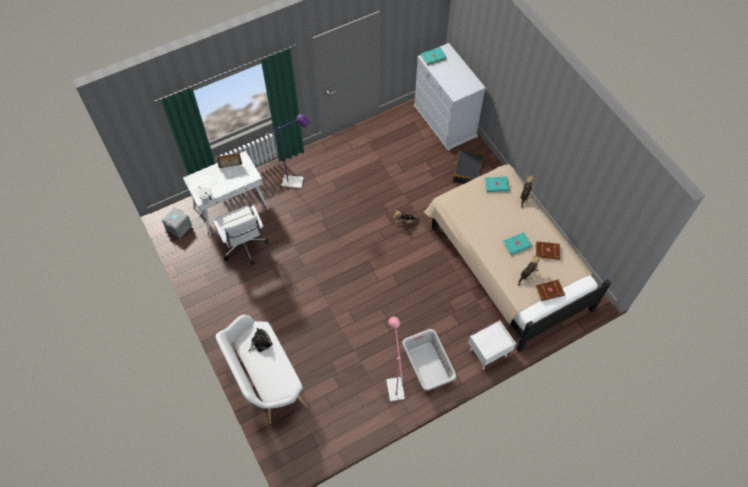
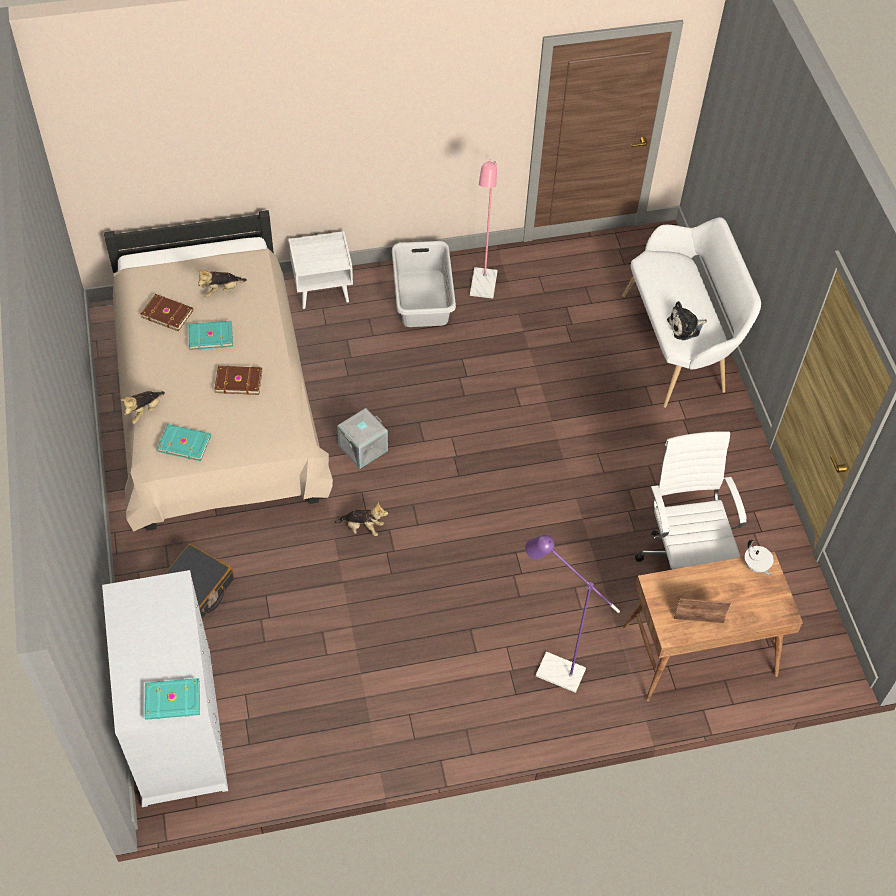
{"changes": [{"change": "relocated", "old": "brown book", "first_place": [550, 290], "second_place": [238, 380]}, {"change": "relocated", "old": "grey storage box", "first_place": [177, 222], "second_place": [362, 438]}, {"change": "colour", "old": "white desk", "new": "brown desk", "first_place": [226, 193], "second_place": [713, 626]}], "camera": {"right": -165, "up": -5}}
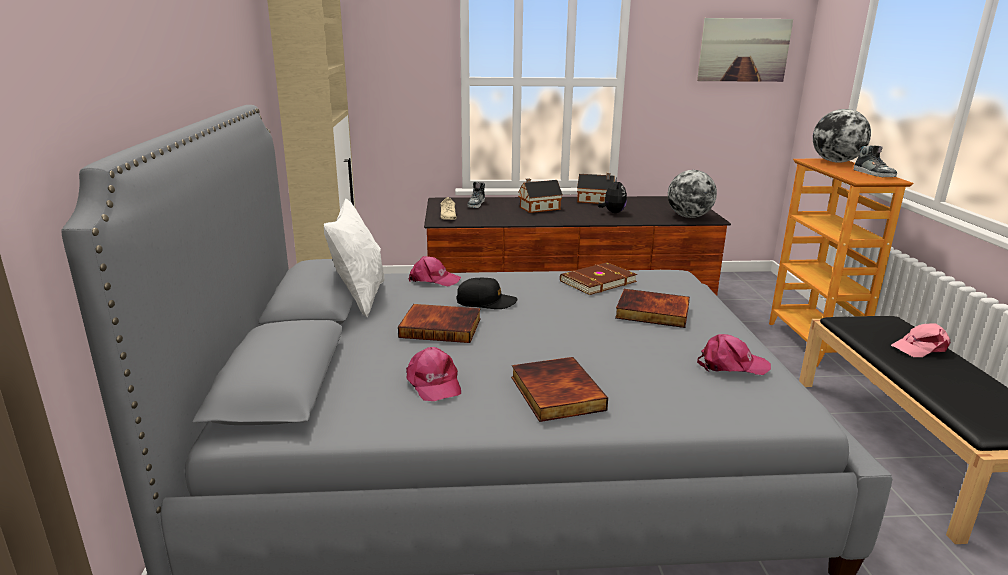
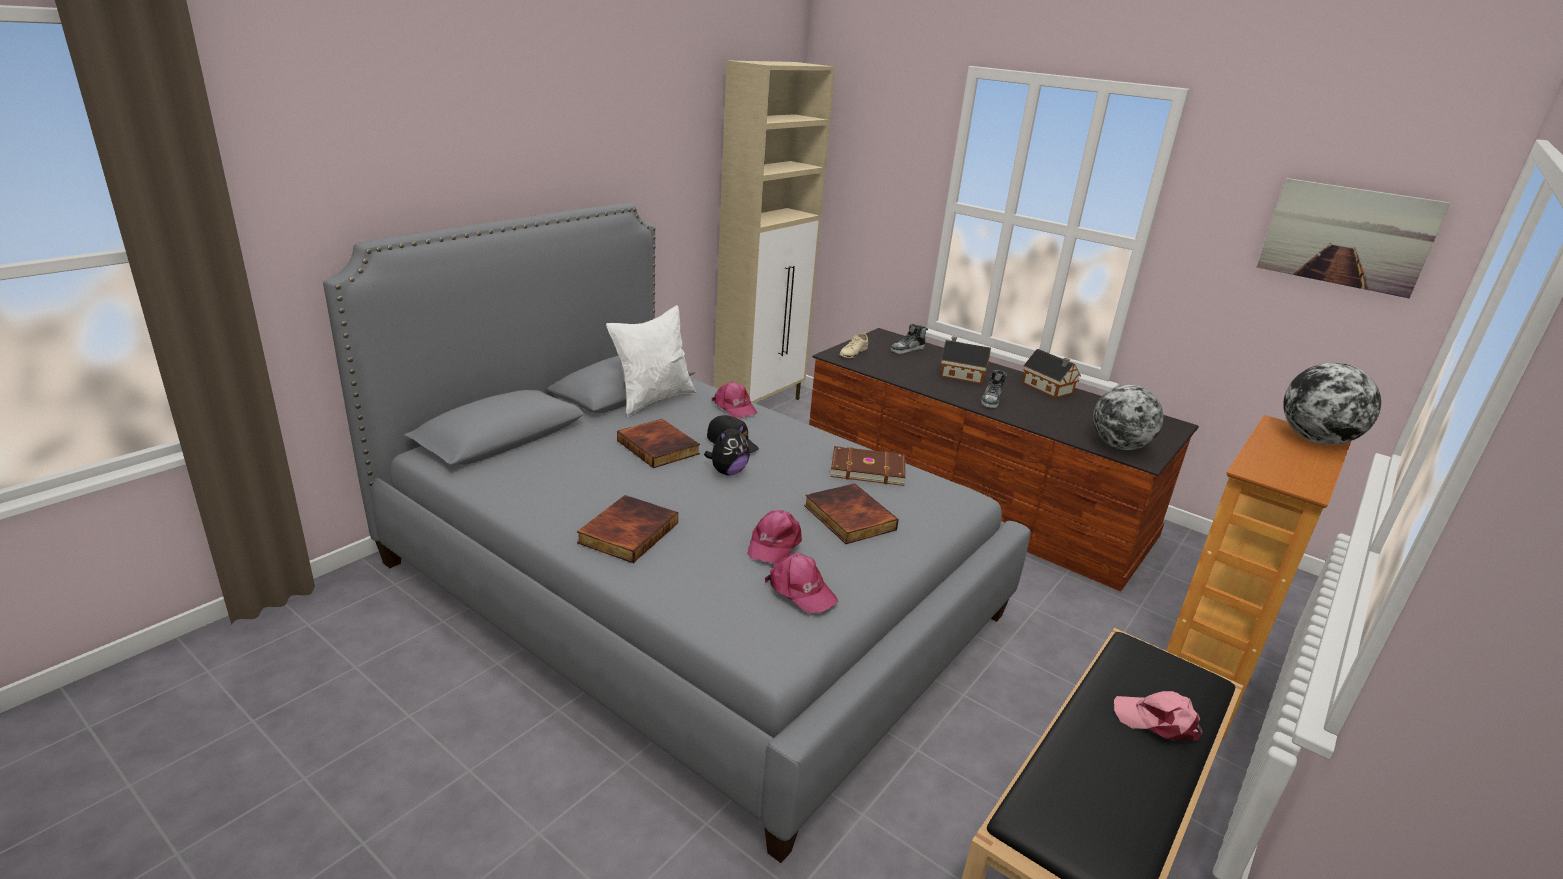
{"changes": [{"change": "relocated", "old": "plush toy", "first_place": [612, 195], "second_place": [727, 449]}, {"change": "relocated", "old": "pink cap", "first_place": [433, 374], "second_place": [774, 537]}, {"change": "relocated", "old": "shoe", "first_place": [875, 161], "second_place": [994, 389]}], "camera": {"right": 40, "up": 5}}
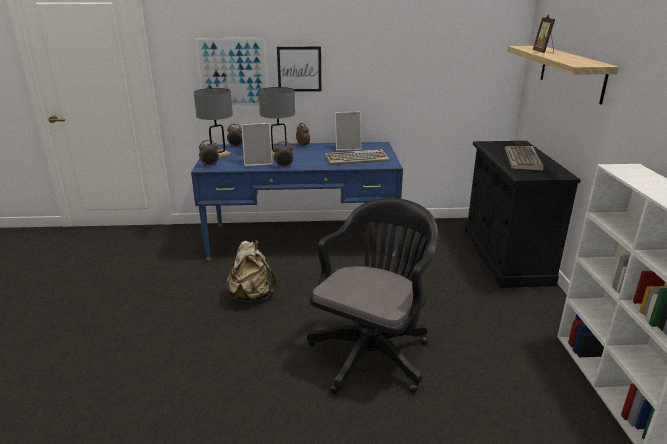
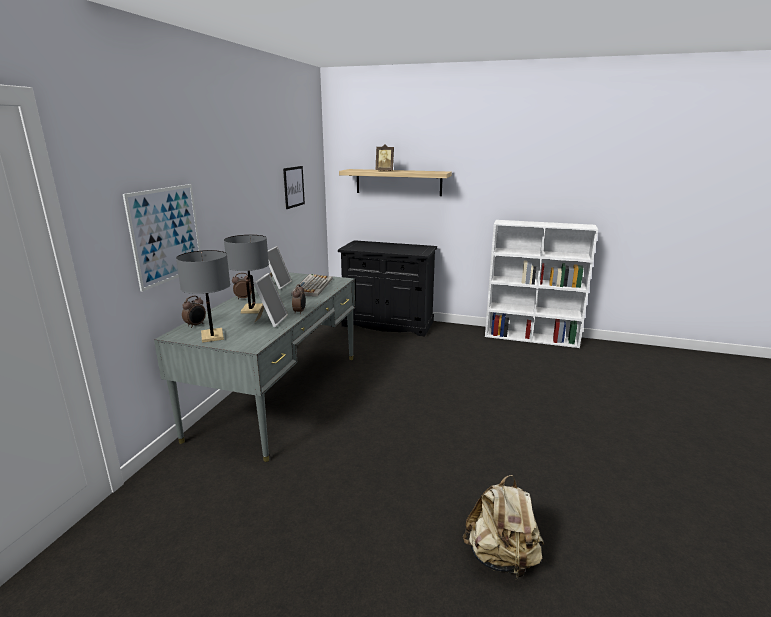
{"changes": [{"change": "colour", "old": "blue desk", "new": "grey desk", "first_place": [297, 201], "second_place": [254, 367]}, {"change": "relocated", "old": "picture", "first_place": [299, 69], "second_place": [294, 187]}, {"change": "relocated", "old": "beige backpack", "first_place": [252, 271], "second_place": [503, 527]}, {"change": "missing", "old": "alarm clock", "first_place": [209, 153]}, {"change": "missing", "old": "black office chair", "first_place": [372, 296]}, {"change": "missing", "old": "keyboard", "first_place": [524, 158]}], "camera": {"right": -70, "up": -5}}
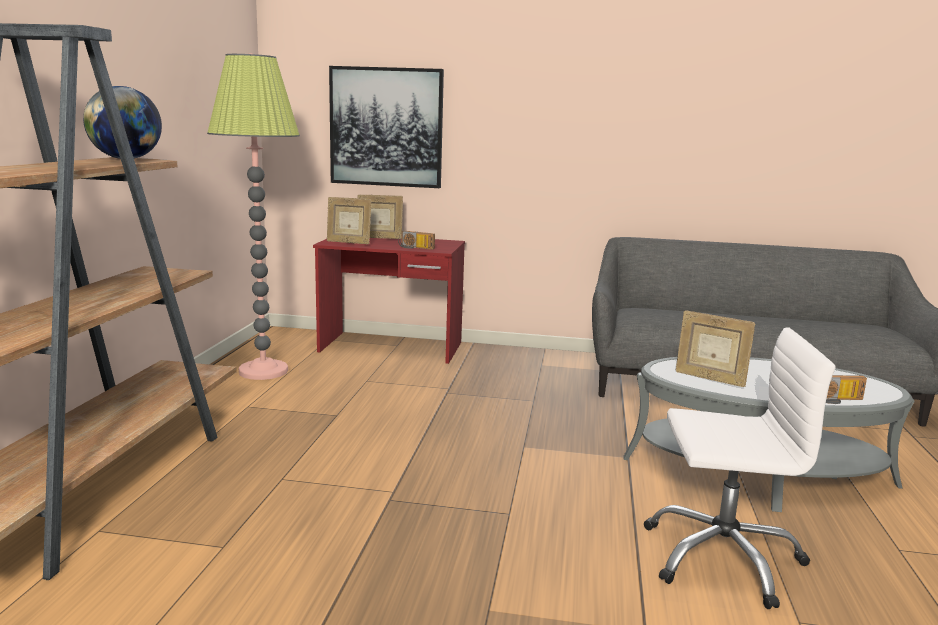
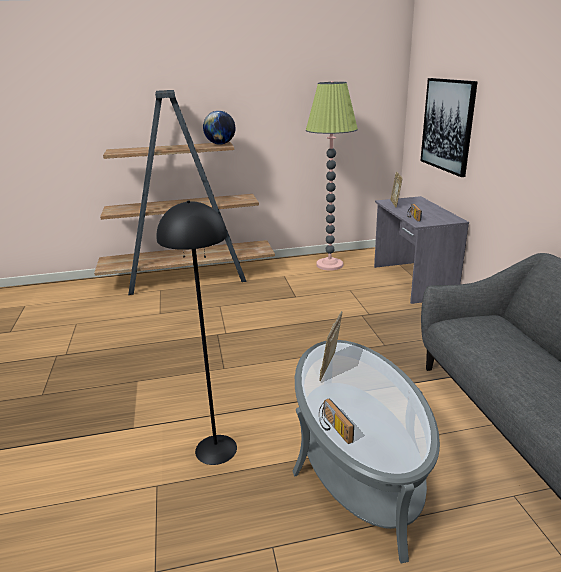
{"changes": [{"change": "exchanged", "old": "white office chair", "new": "black floor lamp", "first_place": [740, 468], "second_place": [196, 332]}, {"change": "colour", "old": "red desk", "new": "grey desk", "first_place": [389, 301], "second_place": [421, 250]}, {"change": "missing", "old": "picture frame", "first_place": [380, 217]}], "camera": {"right": 70, "up": 10}}
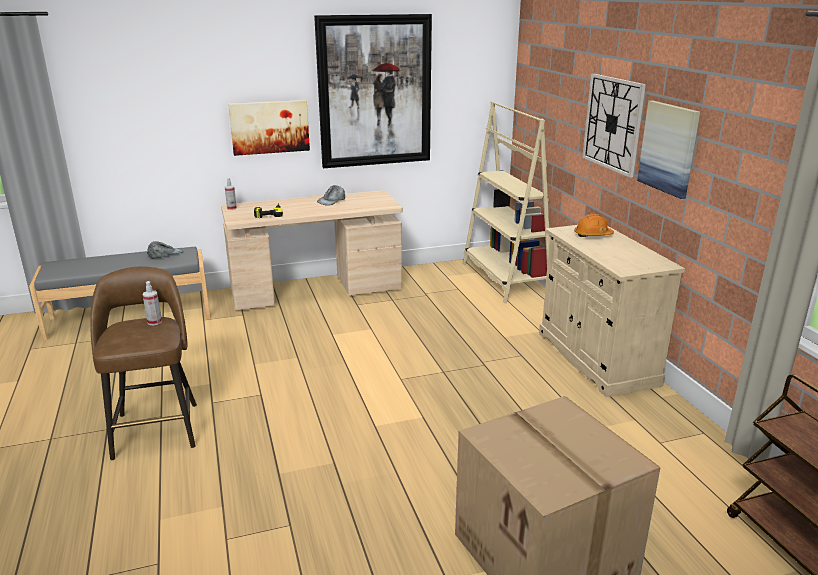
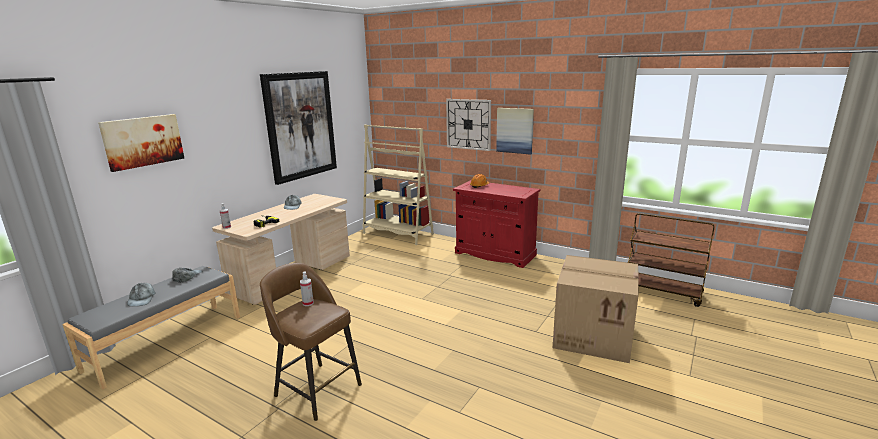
{"changes": [{"change": "relocated", "old": "picture", "first_place": [269, 128], "second_place": [141, 143]}, {"change": "appeared", "new": "grey cap", "second_place": [141, 295]}, {"change": "colour", "old": "beige cabinet", "new": "red cabinet", "first_place": [612, 311], "second_place": [496, 224]}], "camera": {"right": -40, "up": -5}}
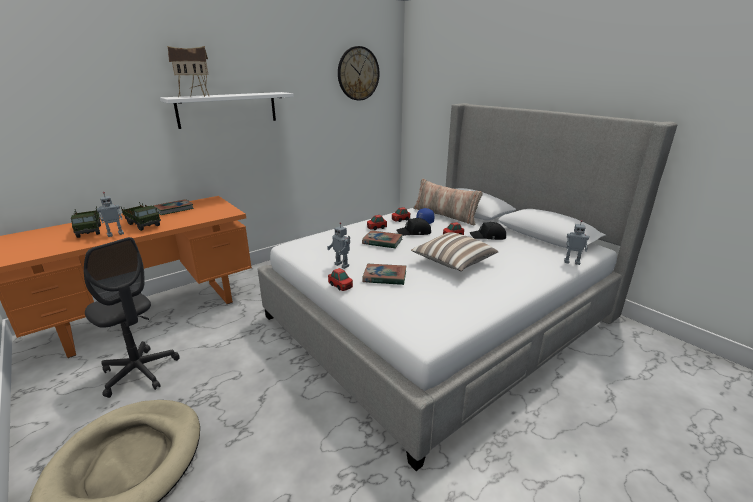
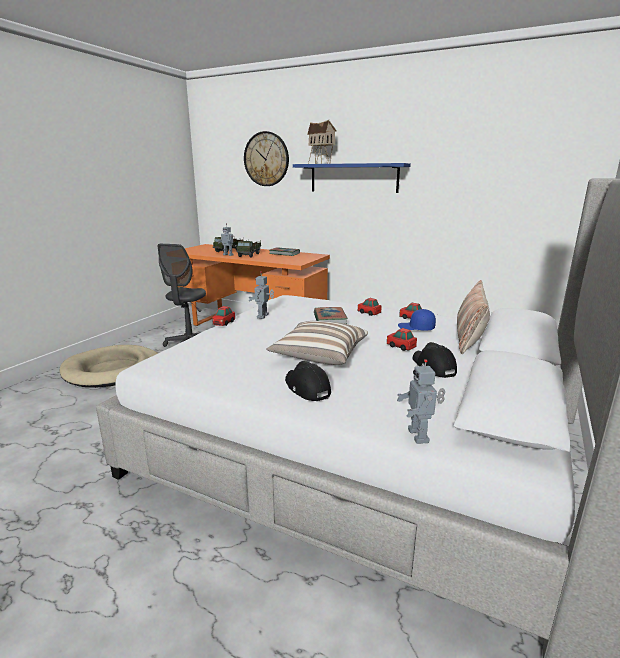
{"changes": [{"change": "relocated", "old": "wall clock", "first_place": [358, 73], "second_place": [266, 158]}, {"change": "relocated", "old": "black cap", "first_place": [413, 227], "second_place": [308, 381]}, {"change": "colour", "old": "white shelf", "new": "blue shelf", "first_place": [227, 110], "second_place": [352, 178]}, {"change": "missing", "old": "book", "first_place": [384, 274]}], "camera": {"right": 65, "up": -5}}
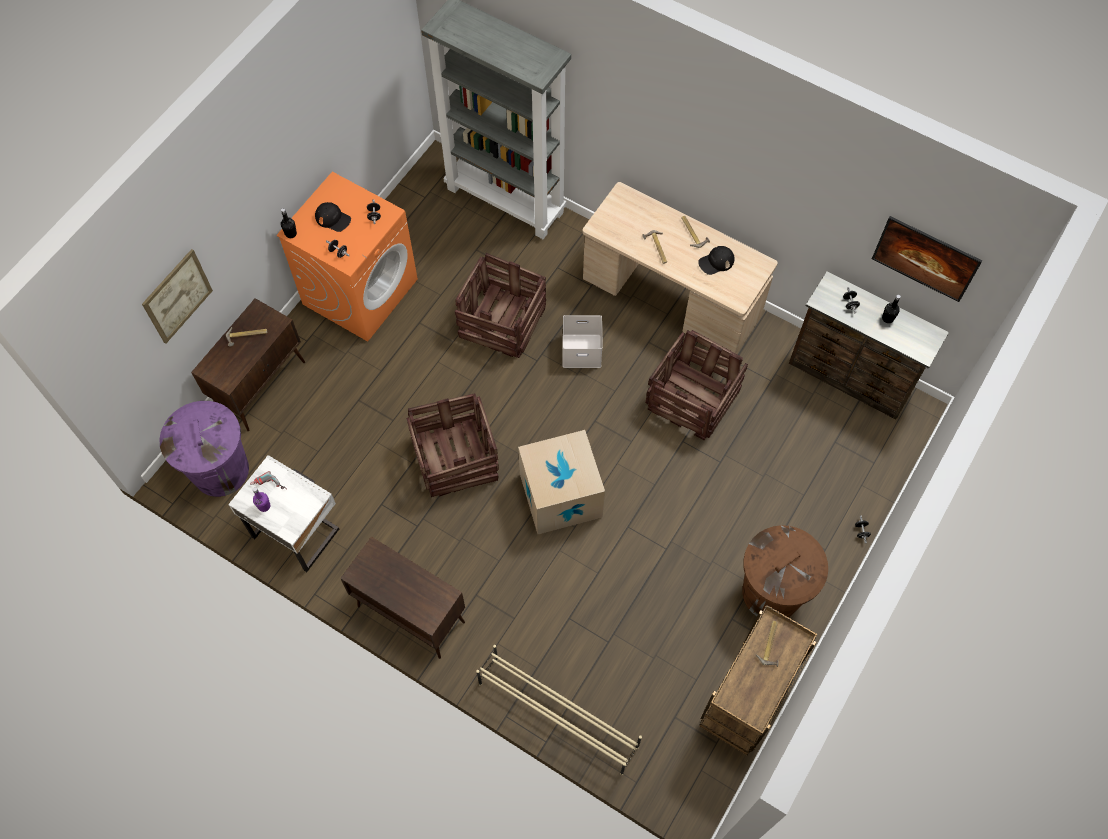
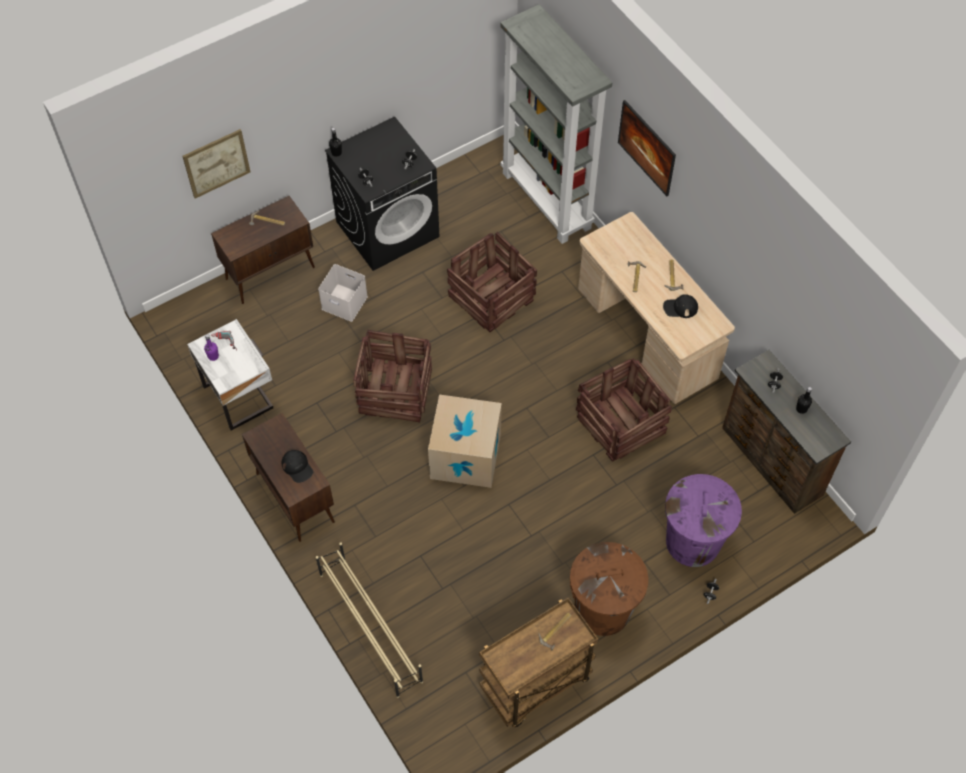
{"changes": [{"change": "relocated", "old": "black cap", "first_place": [333, 217], "second_place": [297, 466]}, {"change": "relocated", "old": "white storage box", "first_place": [583, 341], "second_place": [343, 293]}, {"change": "colour", "old": "orange washing machine", "new": "black washing machine", "first_place": [347, 256], "second_place": [382, 194]}, {"change": "relocated", "old": "picture", "first_place": [927, 259], "second_place": [647, 148]}, {"change": "relocated", "old": "purple trash can", "first_place": [204, 449], "second_place": [703, 520]}], "camera": {"right": 25, "up": -5}}
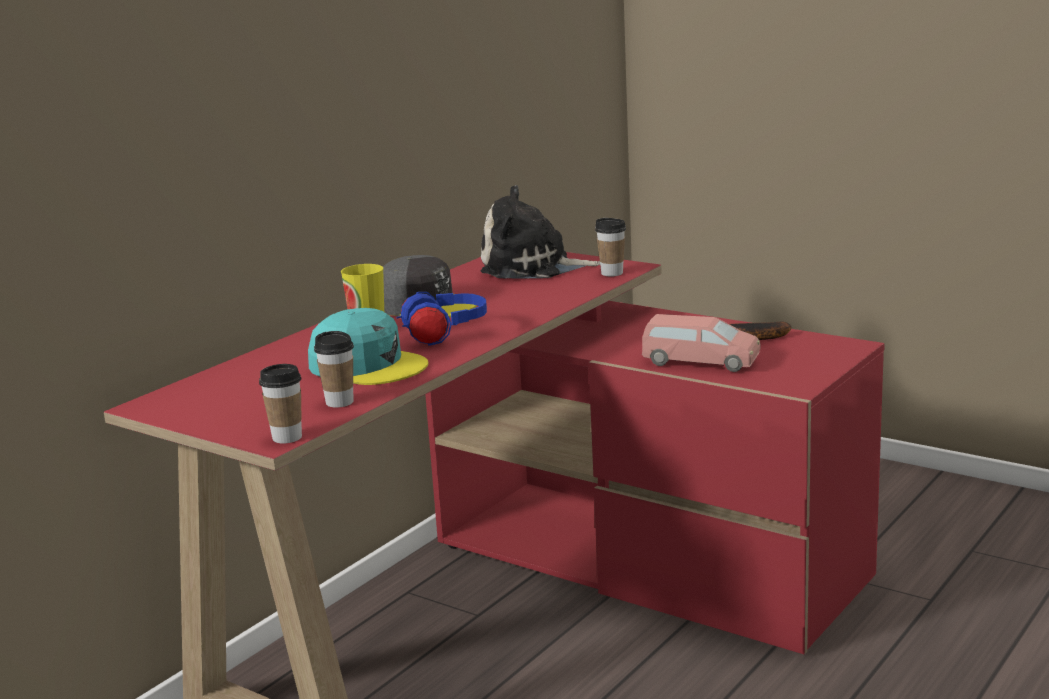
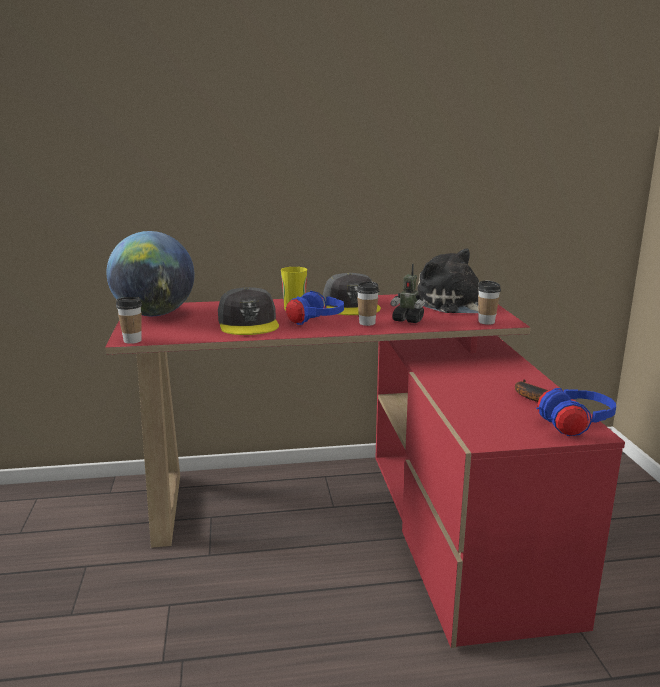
{"changes": [{"change": "appeared", "new": "globe", "second_place": [150, 273]}, {"change": "colour", "old": "turquoise cap", "new": "grey cap", "first_place": [368, 346], "second_place": [248, 311]}, {"change": "relocated", "old": "cup", "first_place": [334, 369], "second_place": [368, 303]}, {"change": "appeared", "new": "toy robot", "second_place": [408, 293]}, {"change": "appeared", "new": "blue headphones", "second_place": [576, 412]}, {"change": "missing", "old": "pink toy car", "first_place": [701, 343]}], "camera": {"right": 45, "up": 0}}
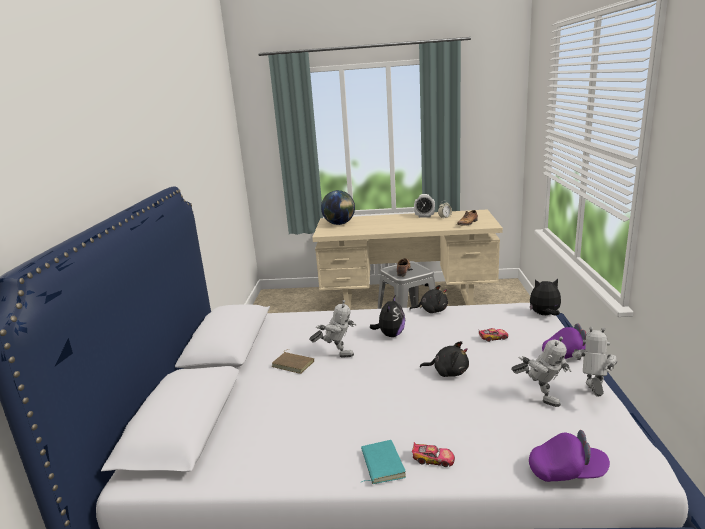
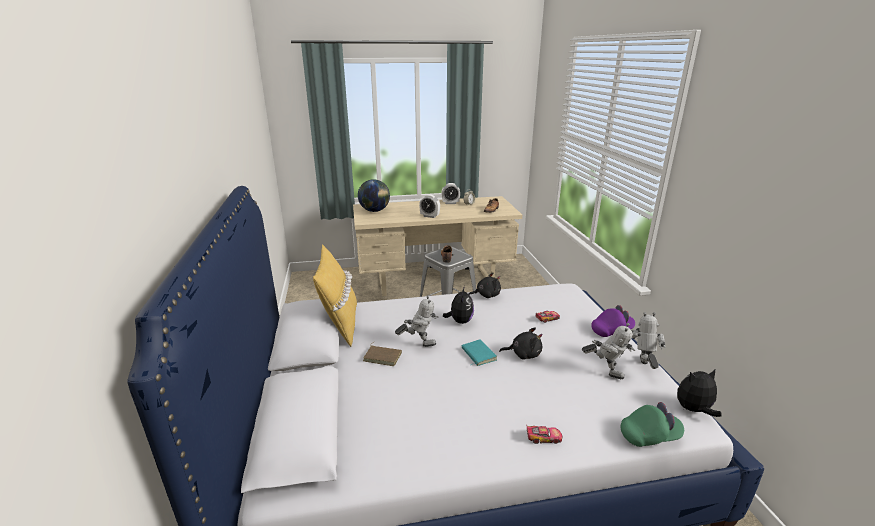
{"changes": [{"change": "appeared", "new": "yellow pillow", "second_place": [335, 295]}, {"change": "appeared", "new": "alarm clock", "second_place": [429, 206]}, {"change": "relocated", "old": "turquoise book", "first_place": [383, 462], "second_place": [479, 352]}, {"change": "colour", "old": "purple cap", "new": "green cap", "first_place": [569, 456], "second_place": [652, 424]}, {"change": "relocated", "old": "plush toy", "first_place": [545, 297], "second_place": [699, 393]}], "camera": {"right": -15, "up": 5}}
